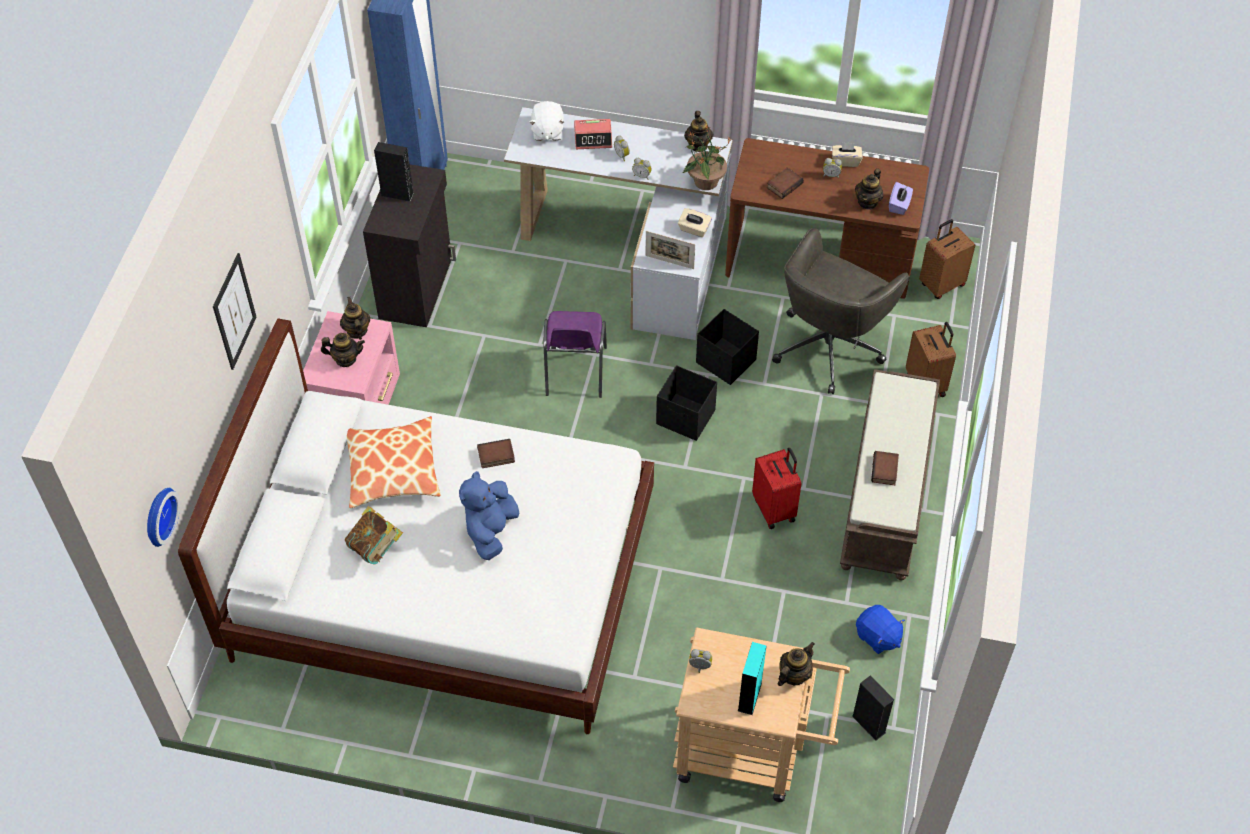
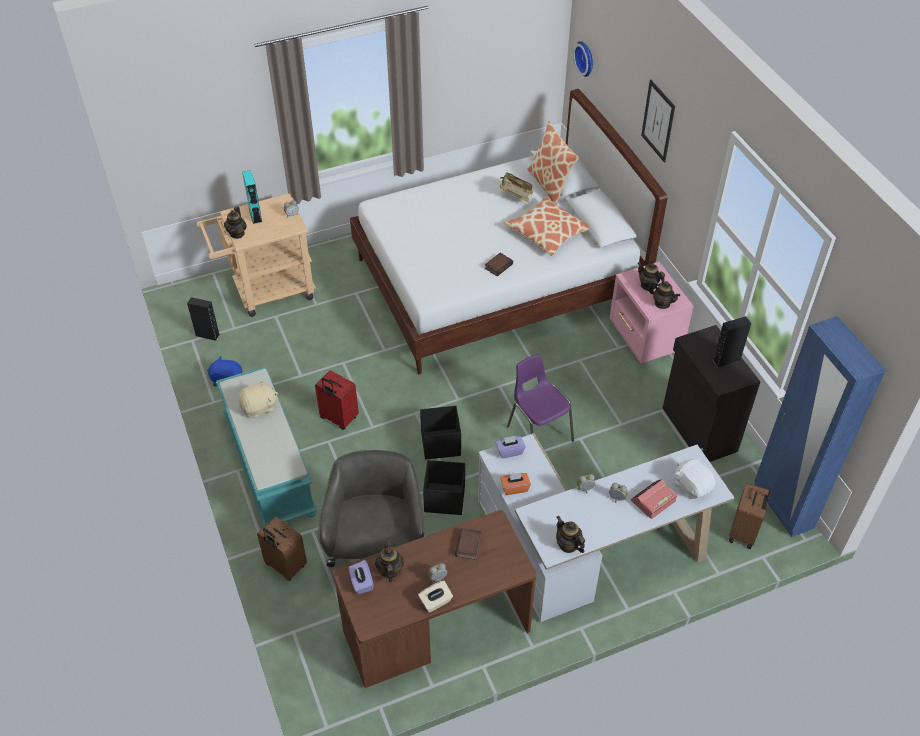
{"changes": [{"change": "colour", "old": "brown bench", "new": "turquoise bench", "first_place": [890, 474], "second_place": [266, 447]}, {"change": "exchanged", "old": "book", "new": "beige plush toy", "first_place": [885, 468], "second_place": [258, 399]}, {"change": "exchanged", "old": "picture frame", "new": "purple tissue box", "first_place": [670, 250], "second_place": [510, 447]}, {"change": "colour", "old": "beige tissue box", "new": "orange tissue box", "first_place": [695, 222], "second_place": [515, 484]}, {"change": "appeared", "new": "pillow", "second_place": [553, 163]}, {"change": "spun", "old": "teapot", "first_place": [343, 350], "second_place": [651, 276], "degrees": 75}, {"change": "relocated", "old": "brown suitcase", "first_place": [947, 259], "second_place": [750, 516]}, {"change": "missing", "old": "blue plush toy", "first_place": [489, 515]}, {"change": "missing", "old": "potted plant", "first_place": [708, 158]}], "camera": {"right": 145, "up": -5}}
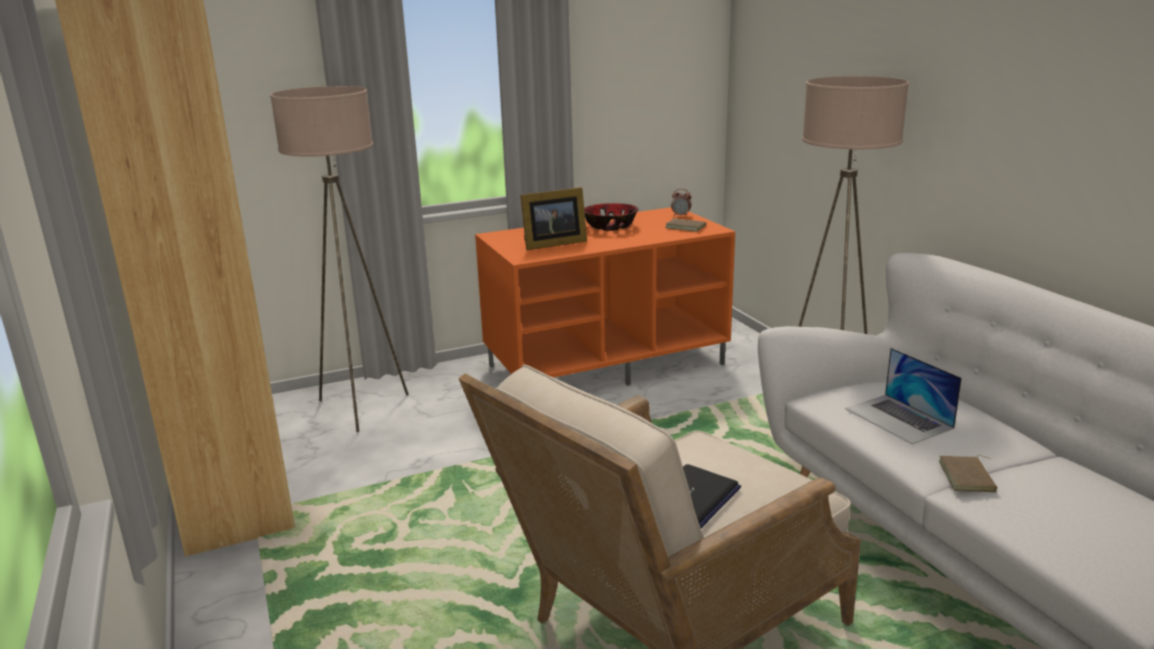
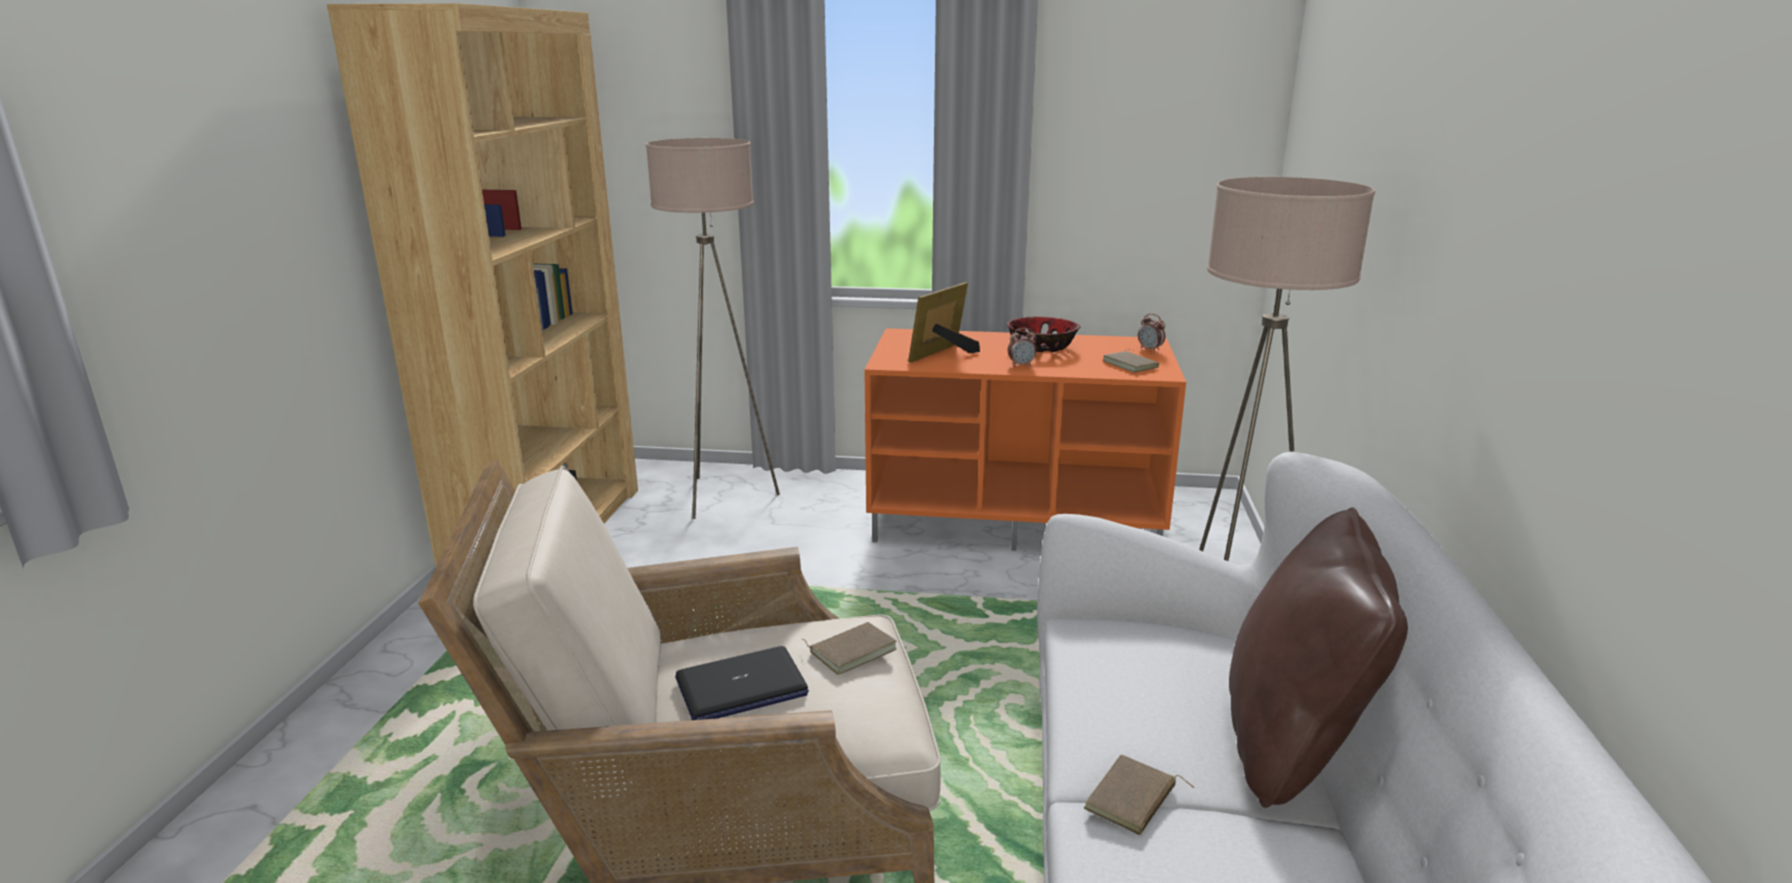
{"changes": [{"change": "appeared", "new": "brown book", "second_place": [849, 648]}, {"change": "spun", "old": "picture frame", "first_place": [553, 218], "second_place": [944, 322], "degrees": 120}, {"change": "appeared", "new": "alarm clock", "second_place": [1022, 347]}, {"change": "appeared", "new": "brown pillow", "second_place": [1318, 657]}, {"change": "missing", "old": "laptop", "first_place": [903, 396]}], "camera": {"right": 30, "up": 0}}
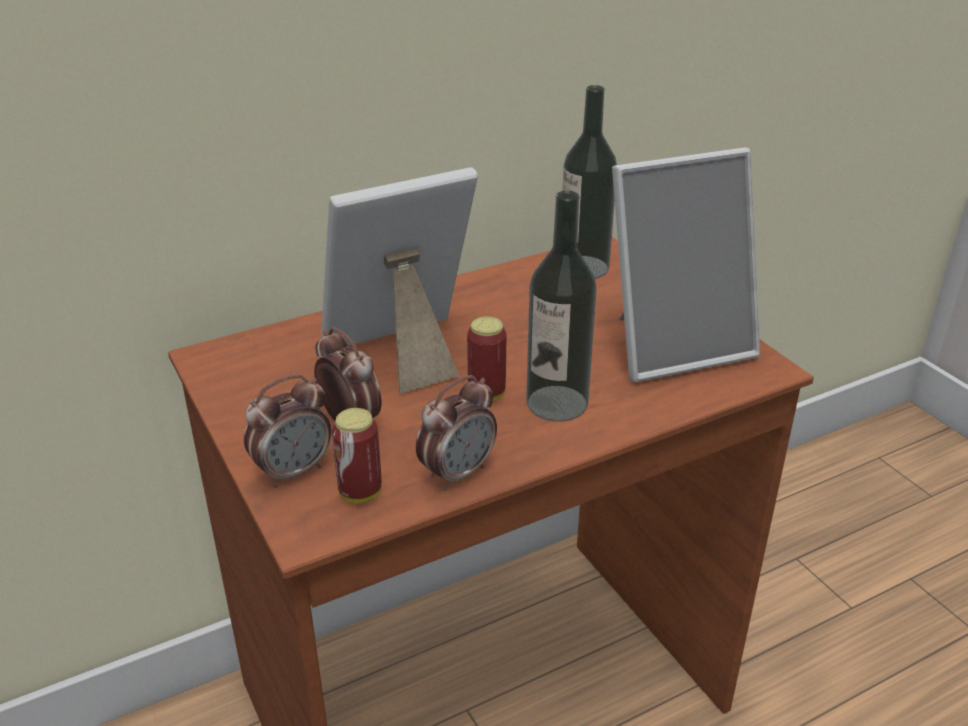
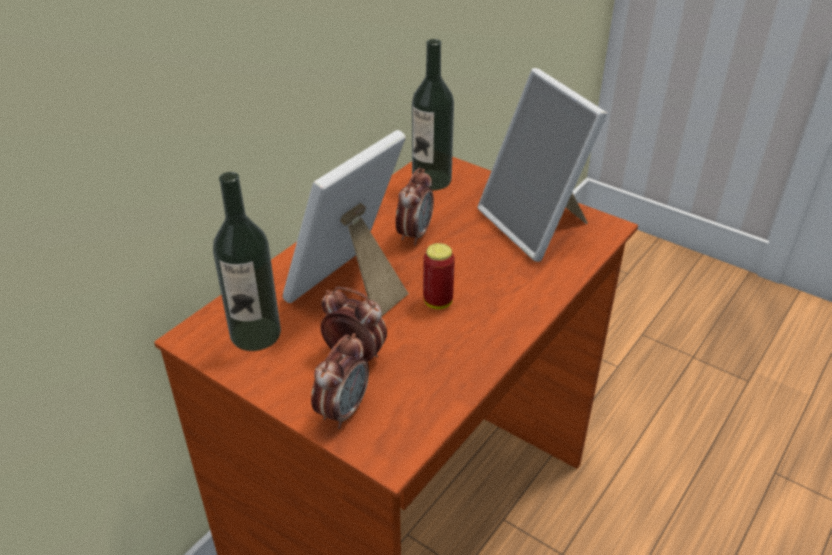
{"changes": [{"change": "relocated", "old": "bottle", "first_place": [561, 306], "second_place": [247, 261]}, {"change": "relocated", "old": "alarm clock", "first_place": [456, 433], "second_place": [414, 206]}, {"change": "spun", "old": "picture frame", "first_place": [686, 264], "second_place": [542, 165], "degrees": 105}, {"change": "missing", "old": "can", "first_place": [357, 455]}], "camera": {"right": -25, "up": 5}}
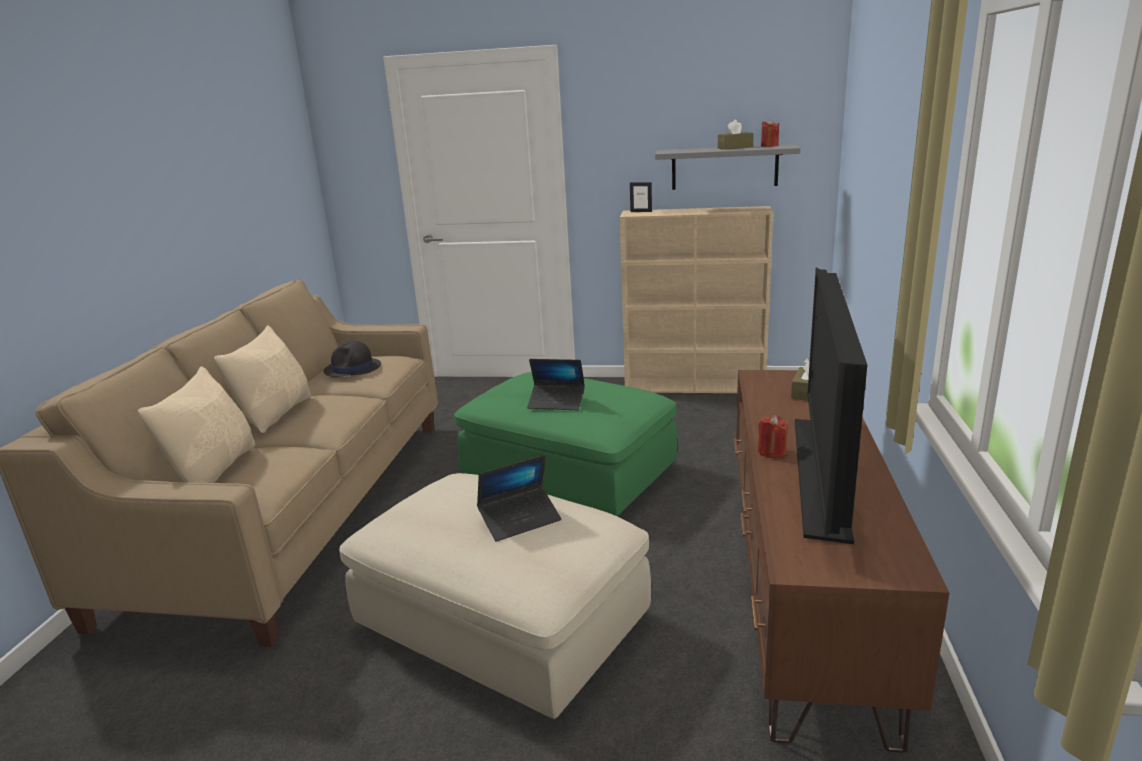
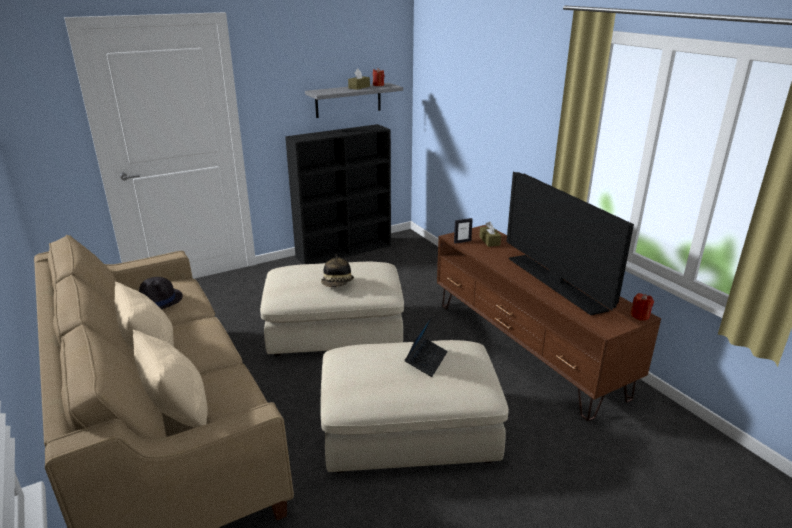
{"changes": [{"change": "colour", "old": "green ottoman", "new": "beige ottoman", "first_place": [565, 444], "second_place": [332, 309]}, {"change": "colour", "old": "beige bookcase", "new": "black bookcase", "first_place": [697, 299], "second_place": [338, 194]}, {"change": "exchanged", "old": "laptop", "new": "hat", "first_place": [556, 384], "second_place": [337, 270]}, {"change": "relocated", "old": "picture frame", "first_place": [641, 197], "second_place": [463, 231]}, {"change": "relocated", "old": "red candle", "first_place": [773, 436], "second_place": [642, 307]}], "camera": {"right": -40, "up": 5}}
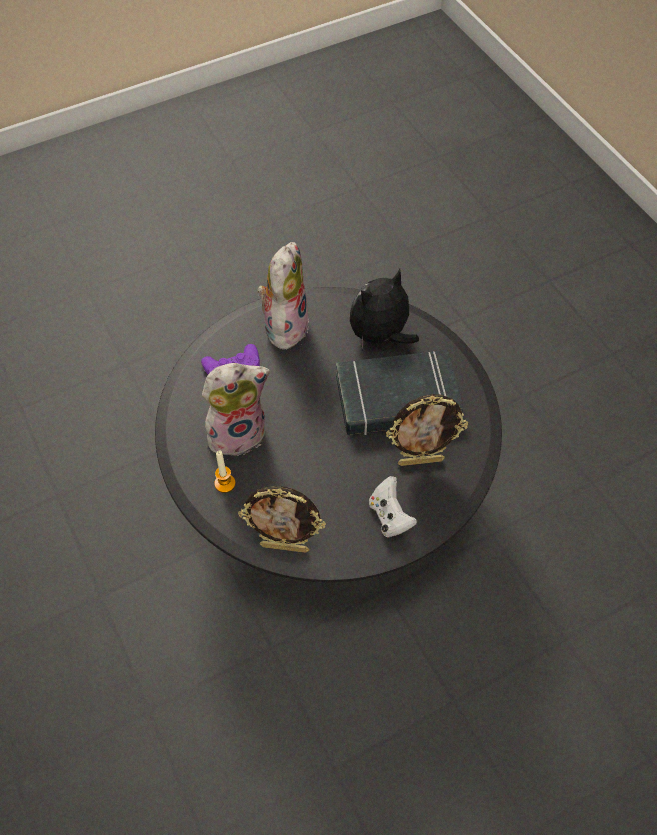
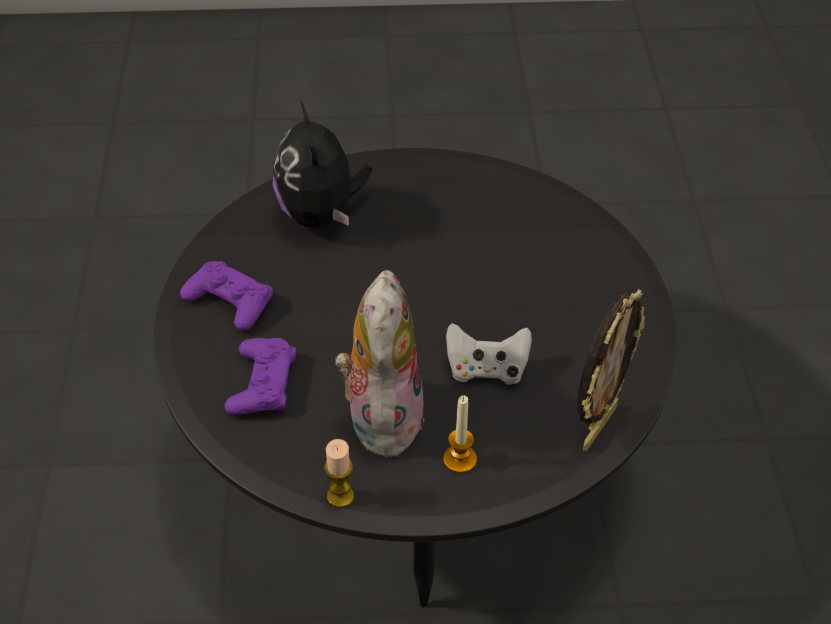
{"changes": [{"change": "exchanged", "old": "plush toy", "new": "purple game controller", "first_place": [283, 297], "second_place": [226, 296]}, {"change": "appeared", "new": "candle", "second_place": [339, 473]}, {"change": "relocated", "old": "white game controller", "first_place": [393, 507], "second_place": [489, 354]}, {"change": "missing", "old": "black book", "first_place": [399, 392]}, {"change": "missing", "old": "picture frame", "first_place": [427, 430]}], "camera": {"right": -65, "up": -10}}
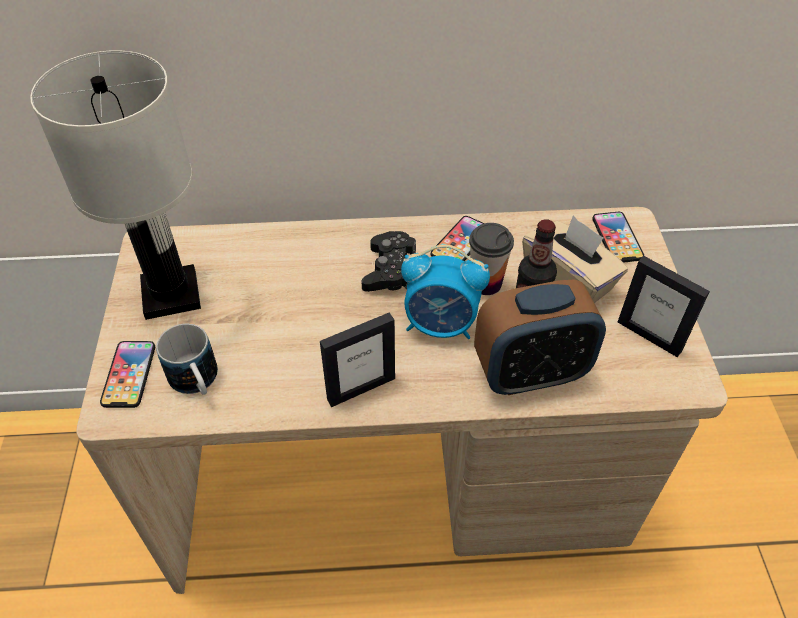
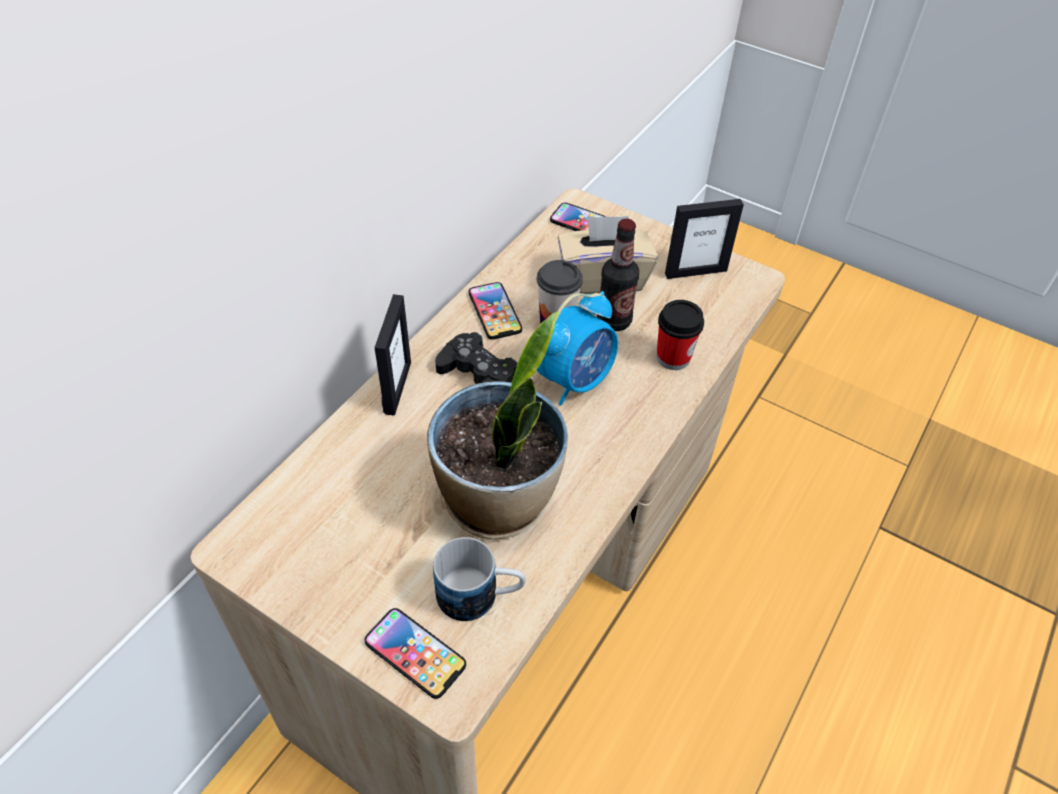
{"changes": [{"change": "relocated", "old": "picture frame", "first_place": [357, 359], "second_place": [392, 355]}, {"change": "appeared", "new": "potted plant", "second_place": [497, 425]}, {"change": "exchanged", "old": "alarm clock", "new": "cup", "first_place": [540, 337], "second_place": [680, 335]}, {"change": "missing", "old": "white table lamp", "first_place": [115, 185]}], "camera": {"right": -55, "up": 0}}
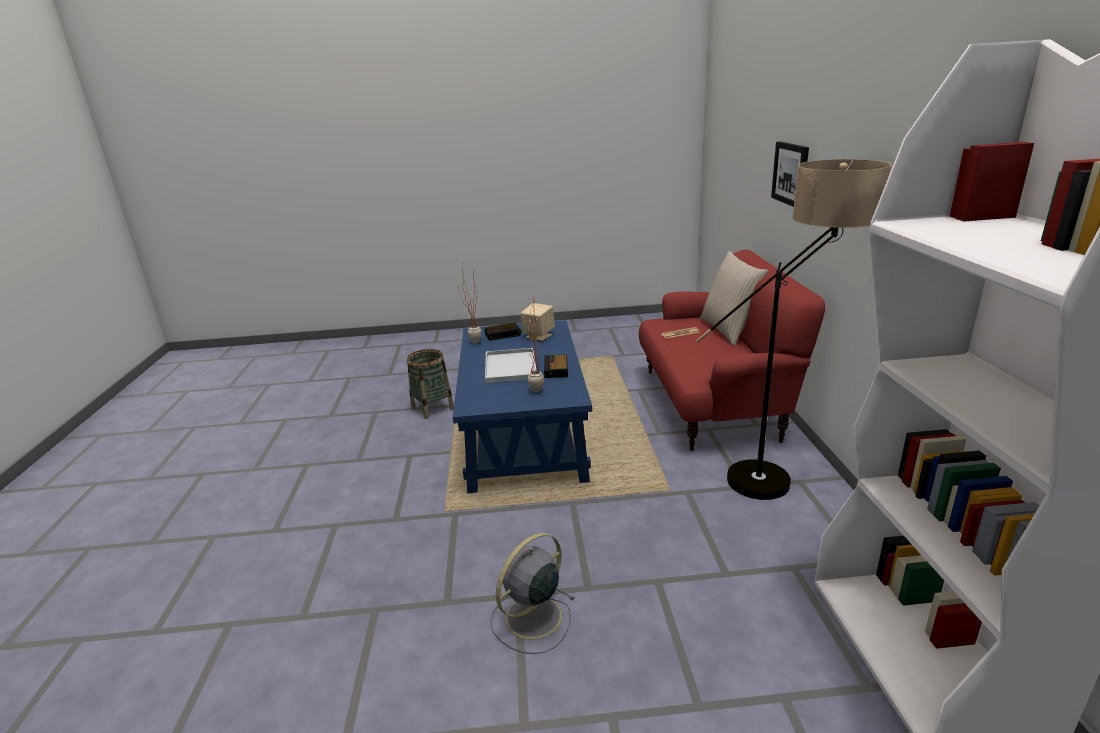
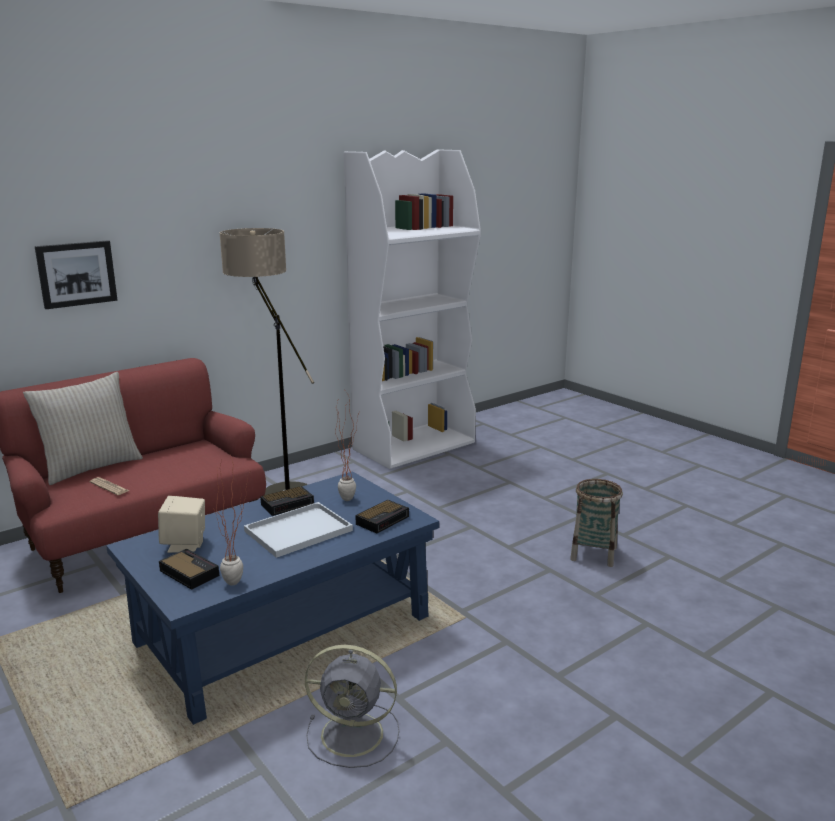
{"changes": [{"change": "relocated", "old": "grey fan", "first_place": [532, 593], "second_place": [352, 706]}, {"change": "appeared", "new": "alarm clock", "second_place": [382, 517]}, {"change": "relocated", "old": "basket", "first_place": [430, 384], "second_place": [596, 523]}], "camera": {"right": -125, "up": -5}}
